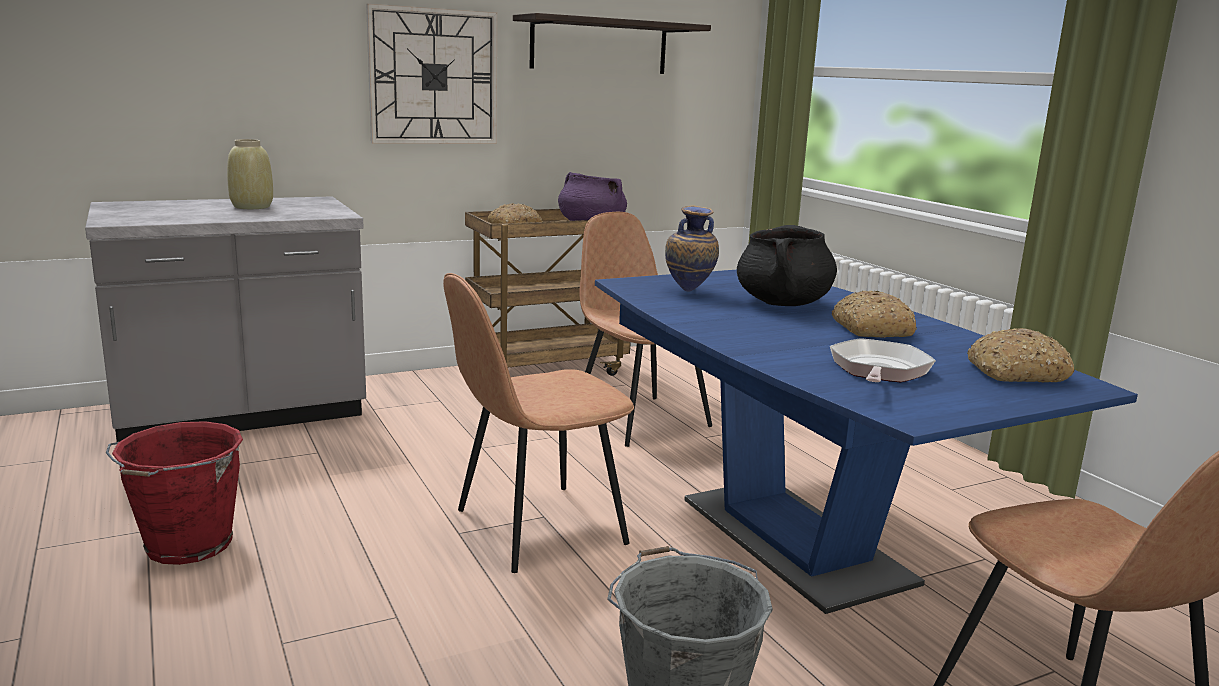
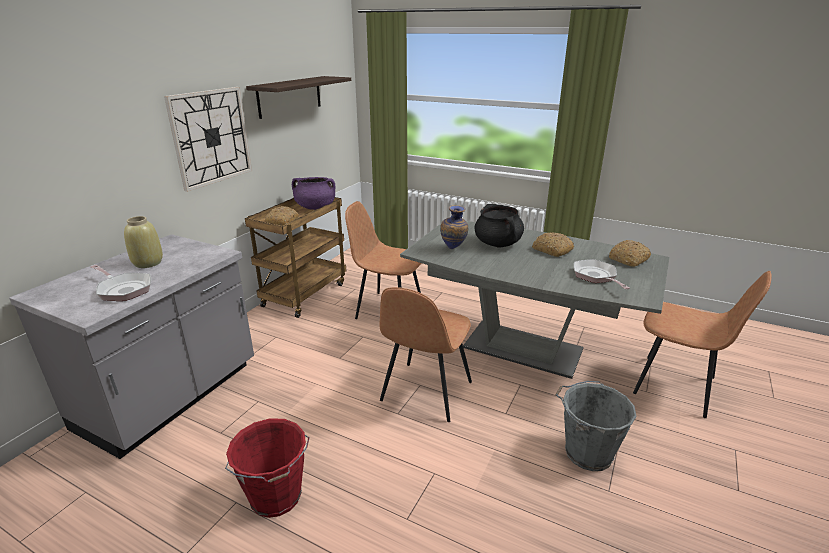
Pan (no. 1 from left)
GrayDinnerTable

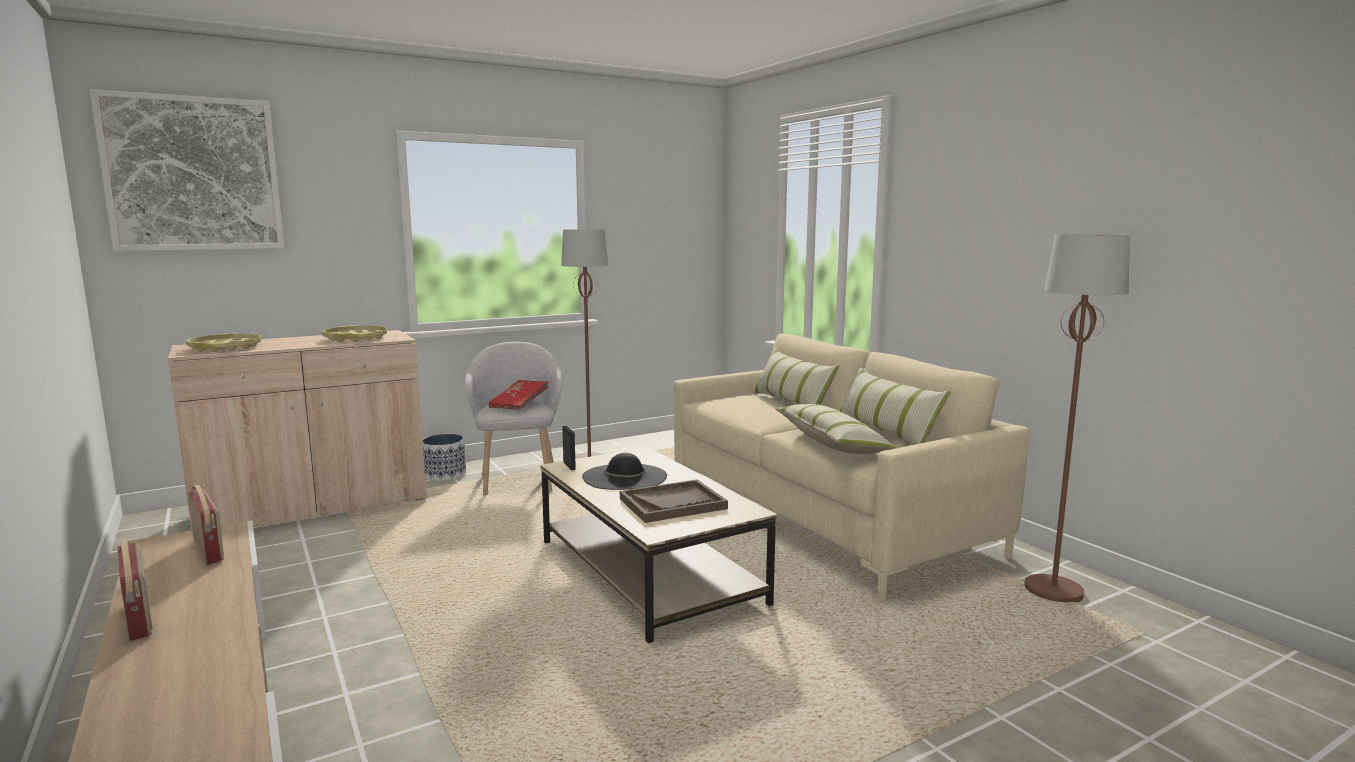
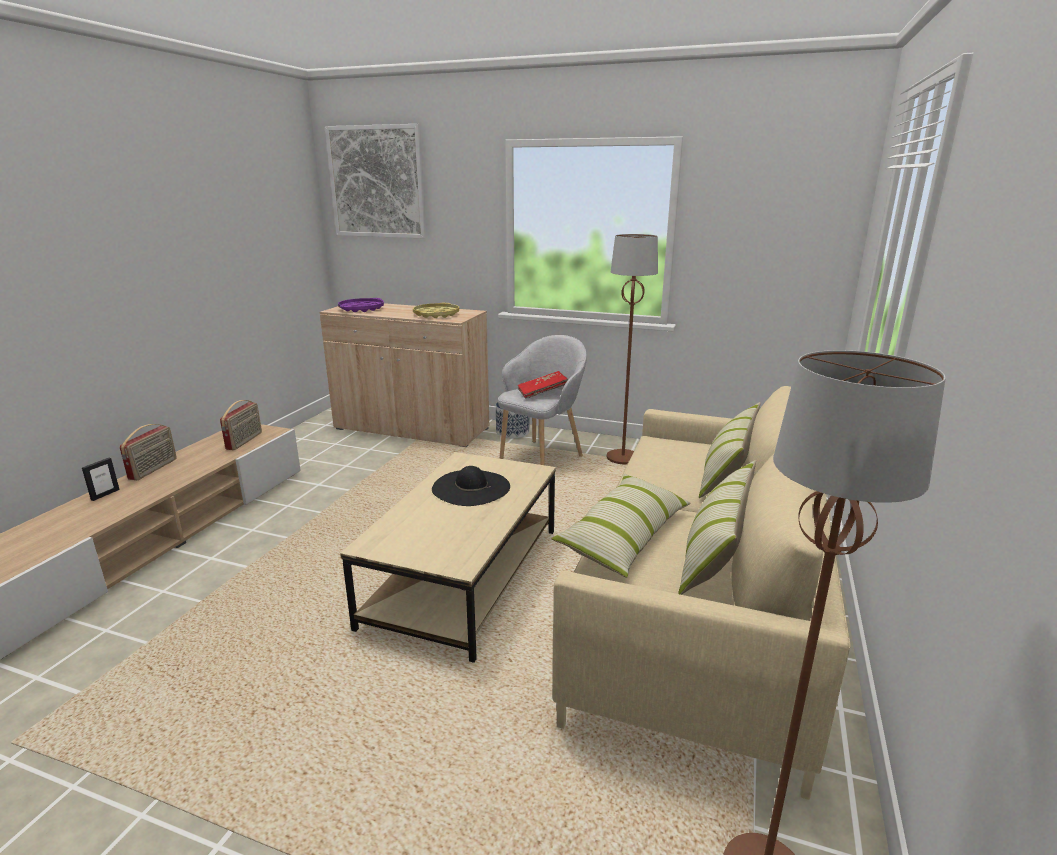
BrownishTray
PhotoFrame
PurpleTray

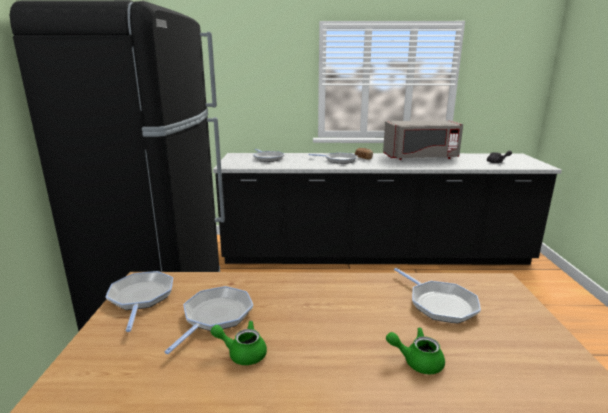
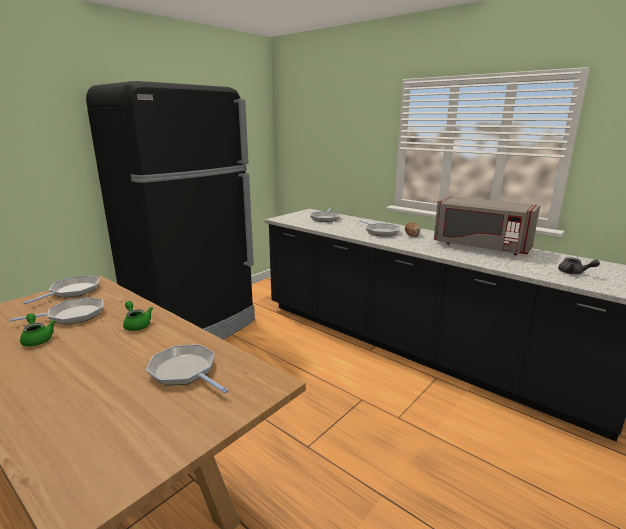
GreenColouredPotForTea (no. 2 from left)
Pan (no. 3 from left)

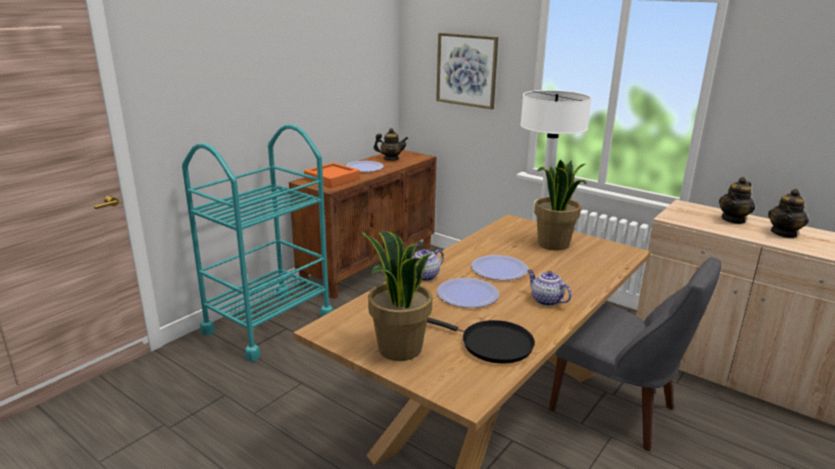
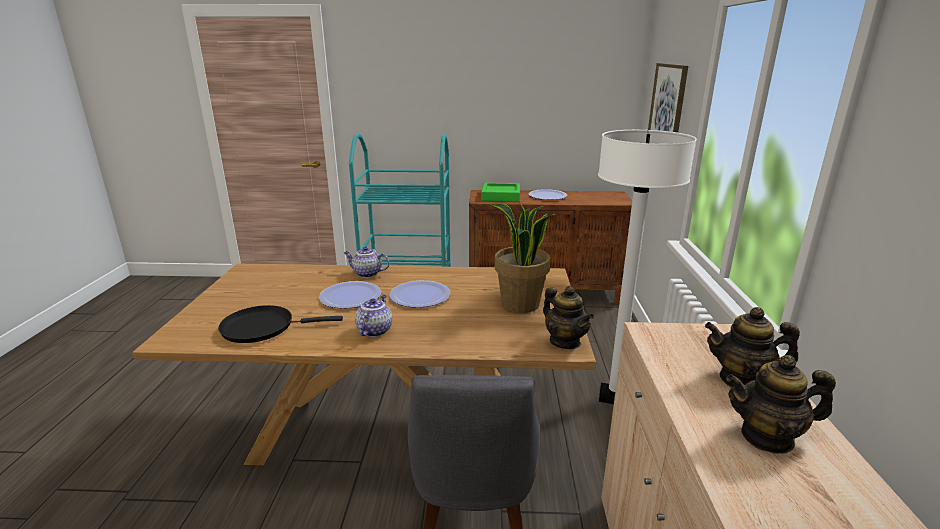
PottedPlant (no. 1 from left in the first image)
PotForTea (no. 3 from left)
GreenColouredTray
BlackColouredPan

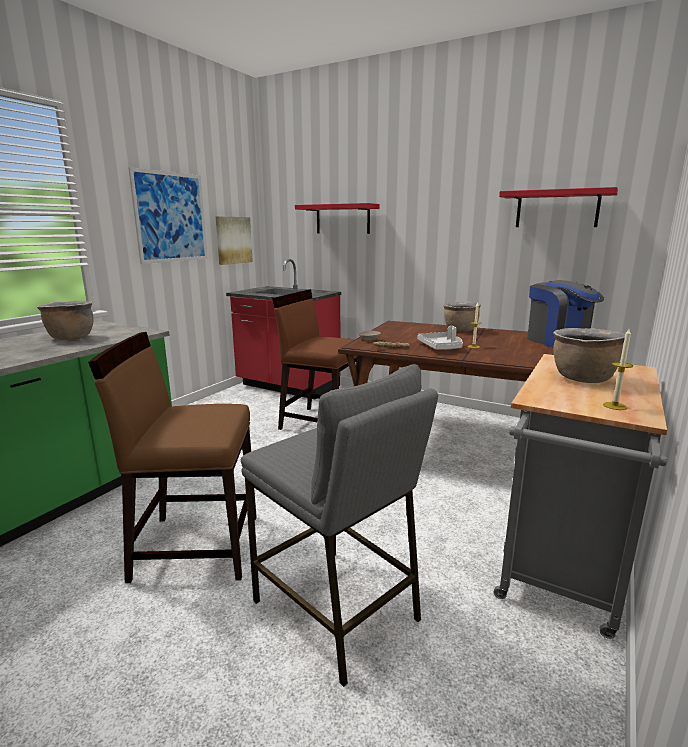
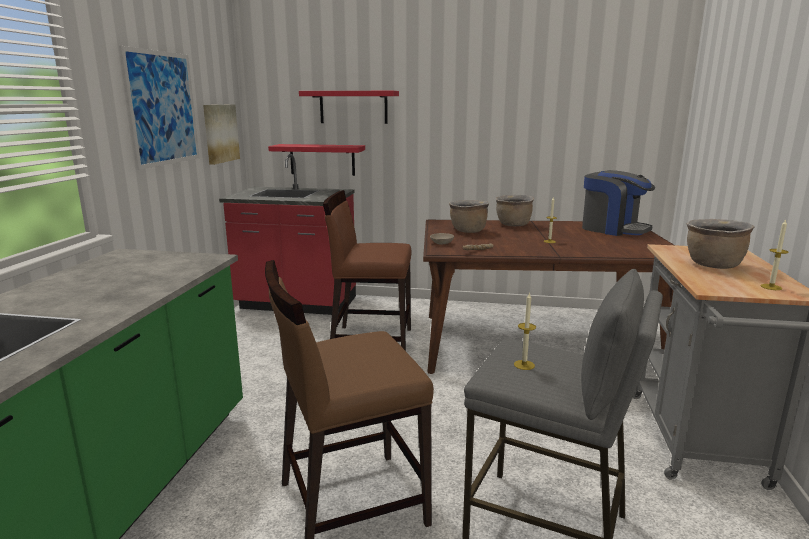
GrayTray
WaxCandle (no. 1 from left)
BrownishSaucepot (no. 1 from left)
ReddishWallShelf (no. 1 from left)

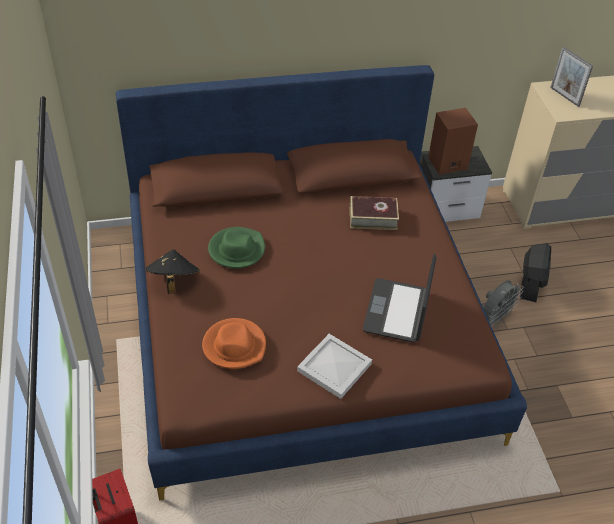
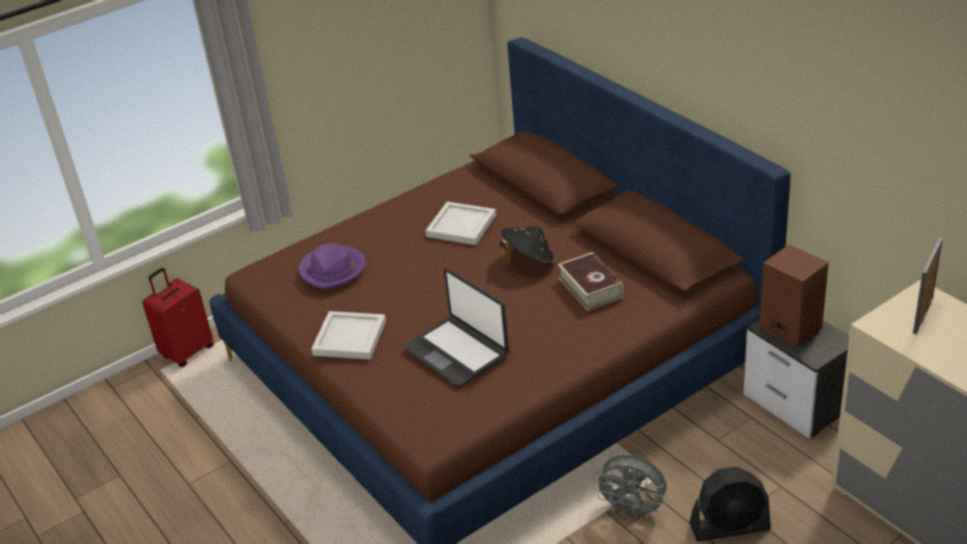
BlackColouredHat
WhitishTray (no. 2 from left)
PurpleHat
PortableComputer

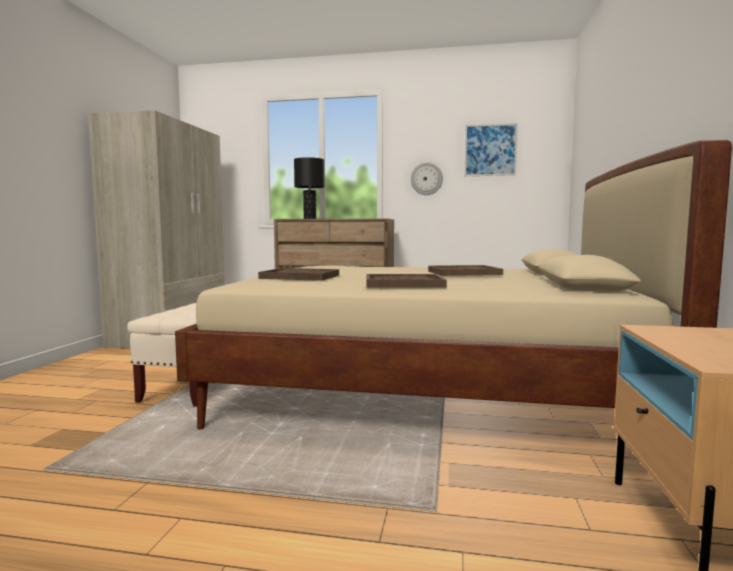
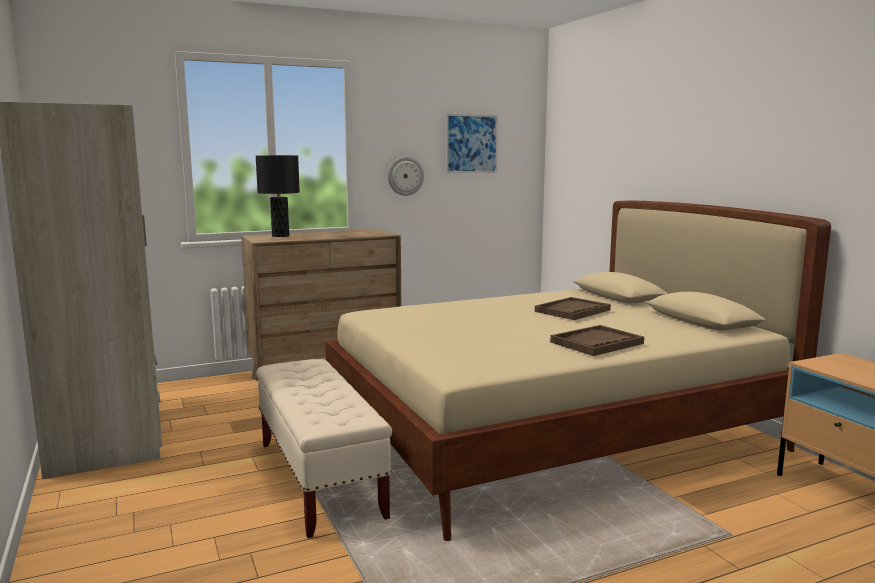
BrownishTray (no. 1 from left in the first image)

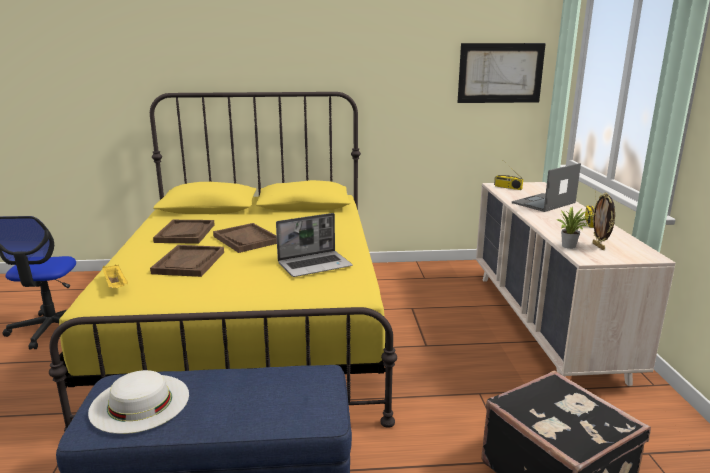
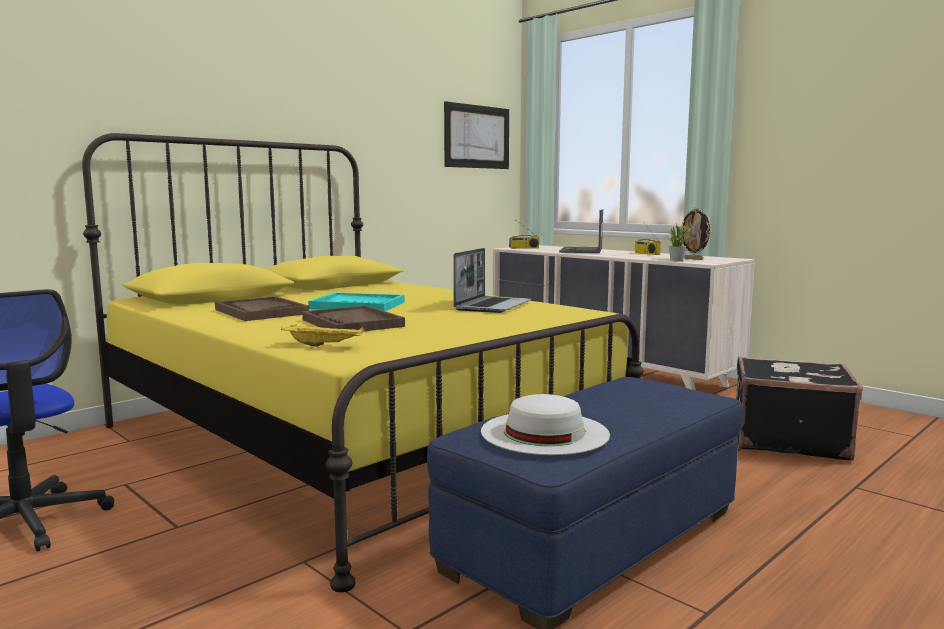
TurquoiseTray

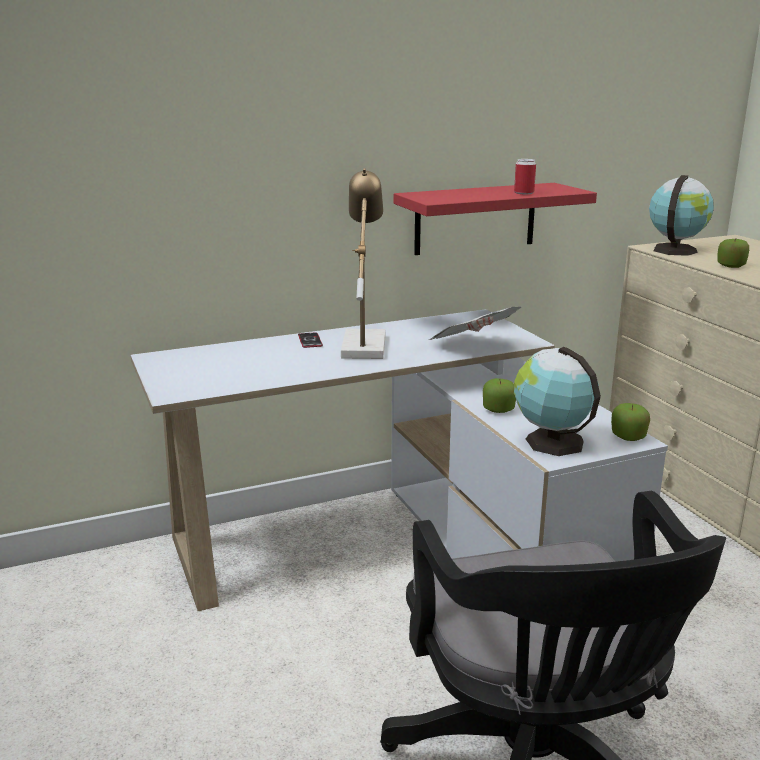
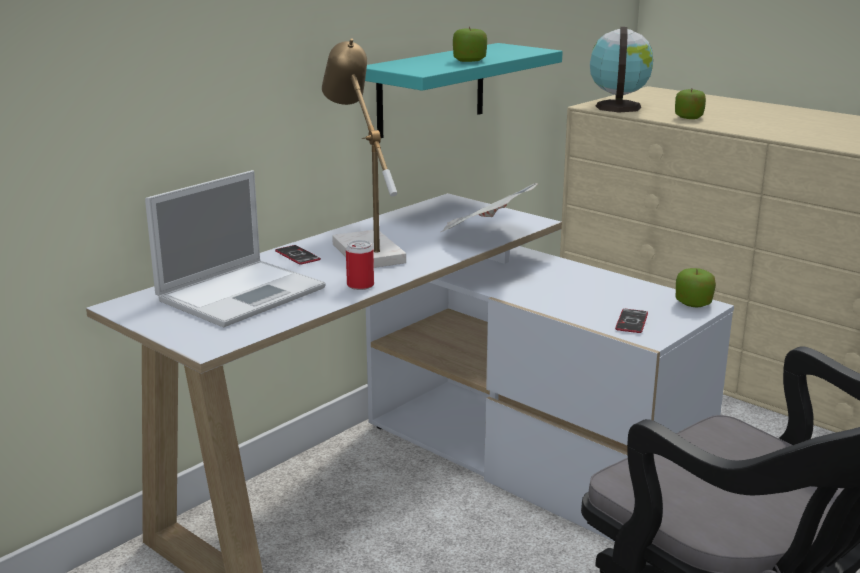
PortableComputer
WholeApple (no. 1 from left)
Can
Handset (no. 2 from left)
TurquoiseWallShelf

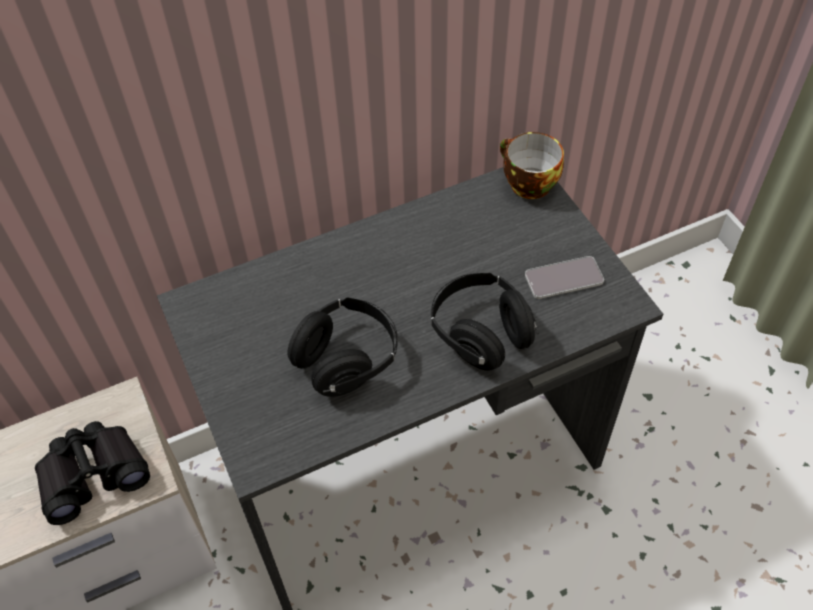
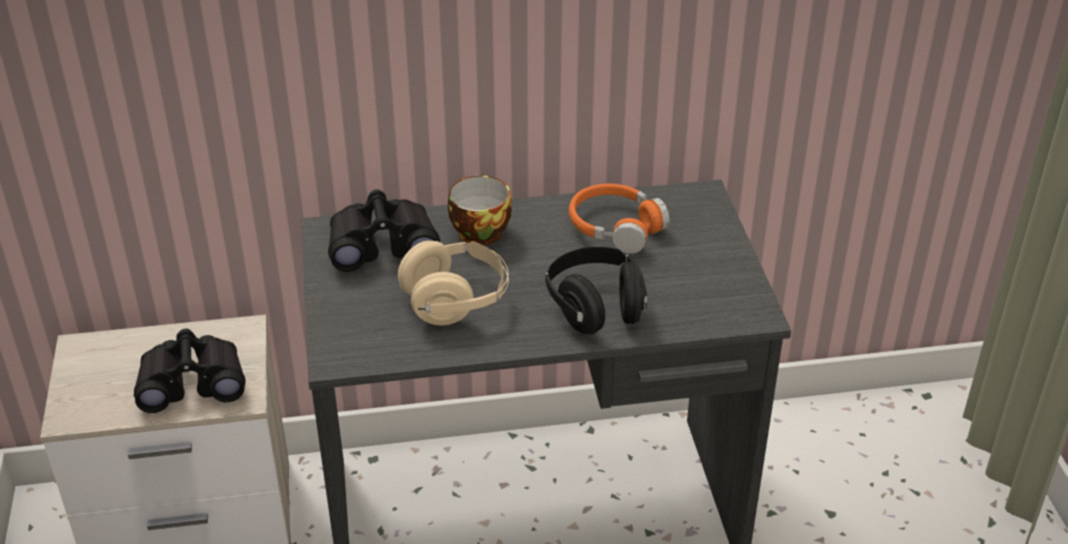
Handset
BlackColouredPairOfBinoculars (no. 2 from left)
OrangePairOfHeadphones
SmallCup
SandColouredPairOfHeadphones

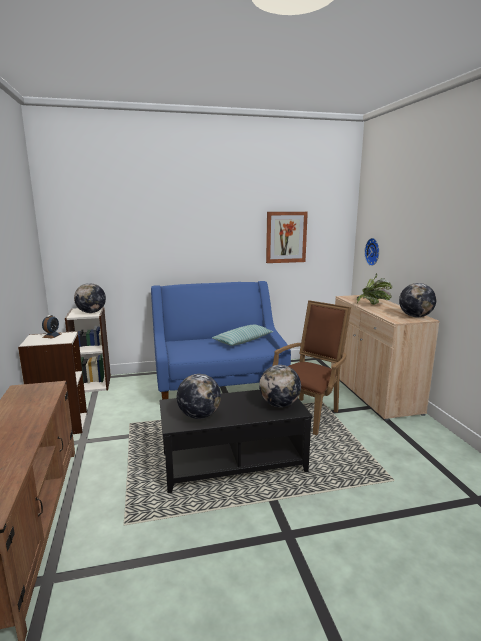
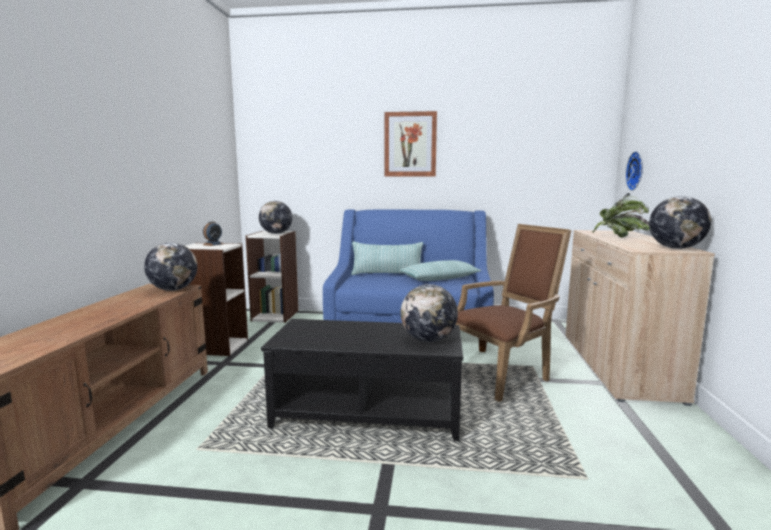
Pillow (no. 1 from left)
WorldGlobe (no. 1 from left)
WallArt

